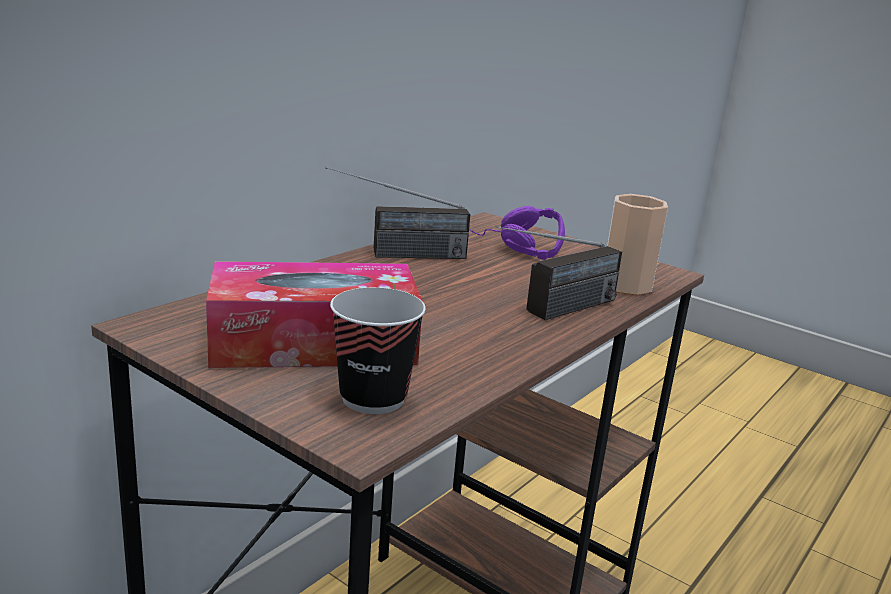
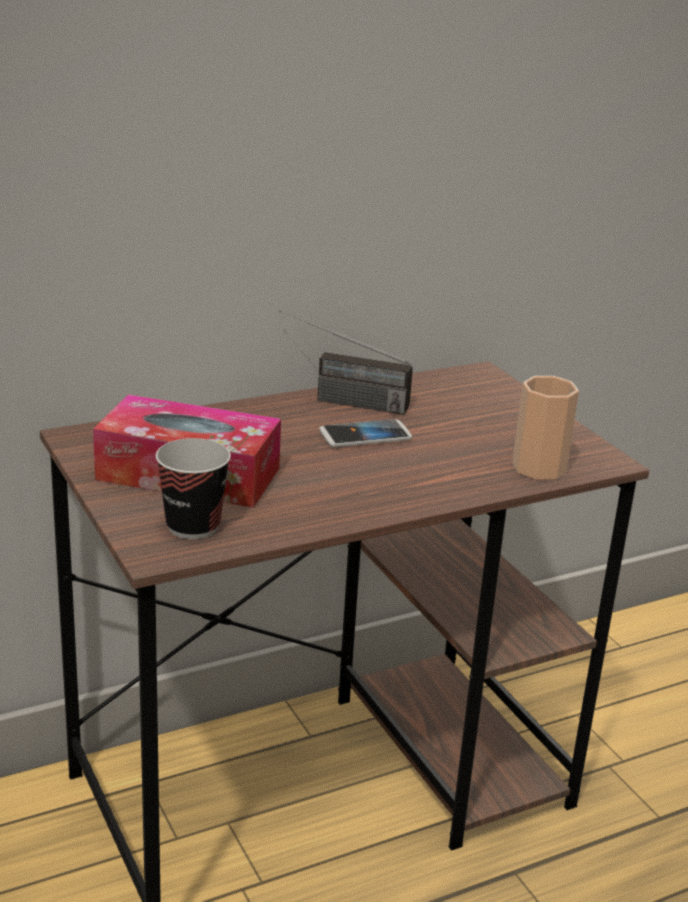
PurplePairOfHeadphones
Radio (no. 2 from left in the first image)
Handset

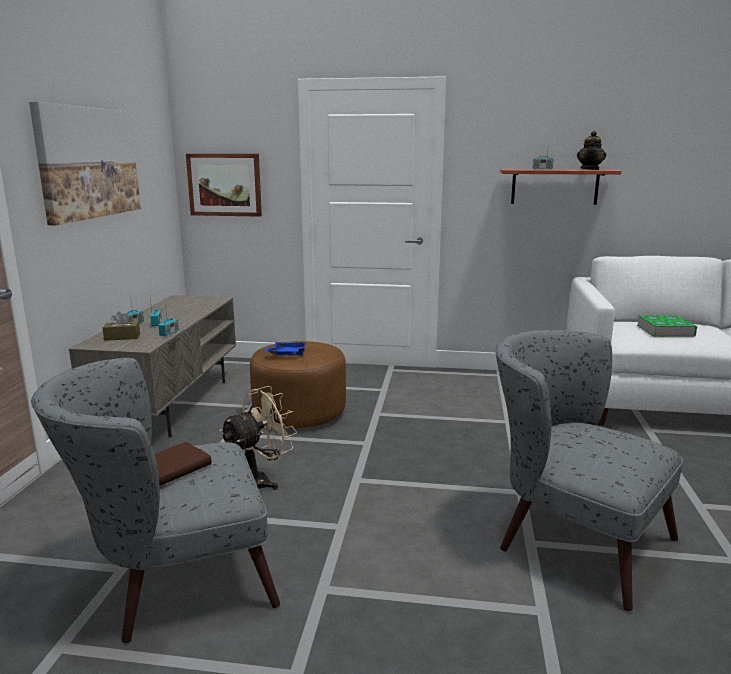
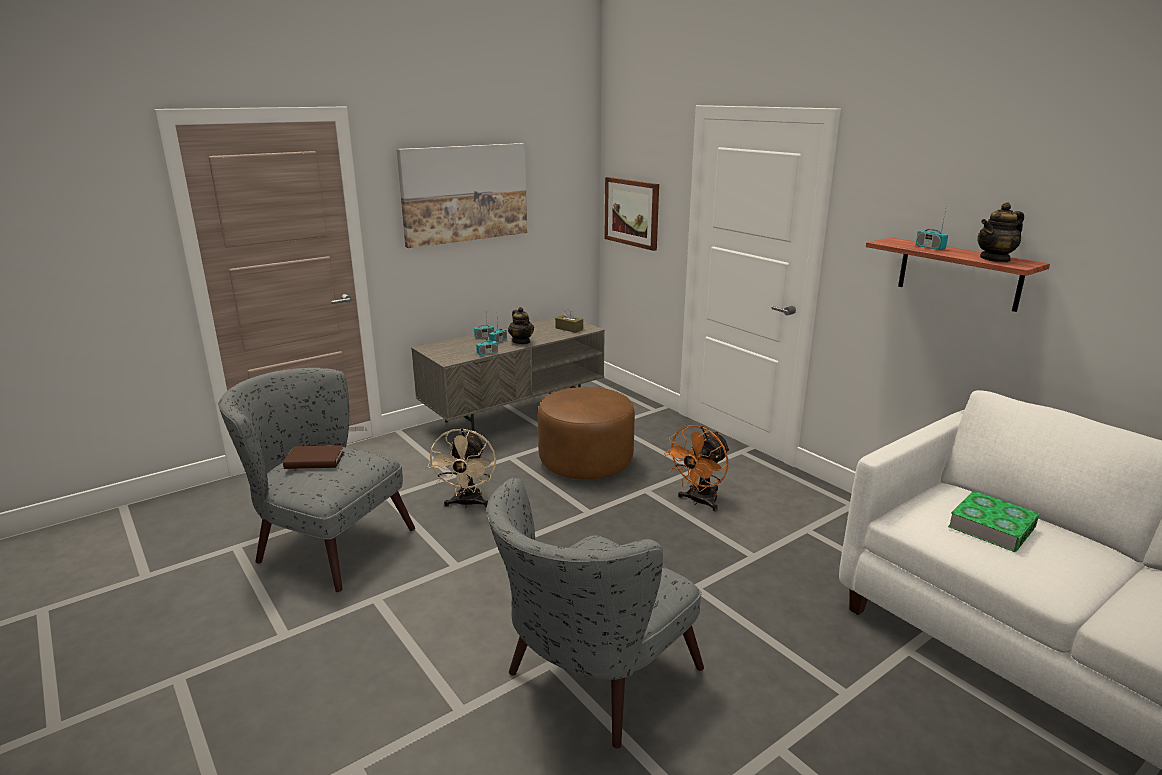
BlueColouredTray
PotForTea (no. 1 from left)
OrangeCoolingFan
BrownishTissueBox
SandColouredCoolingFan
GrayArmchair (no. 2 from left)

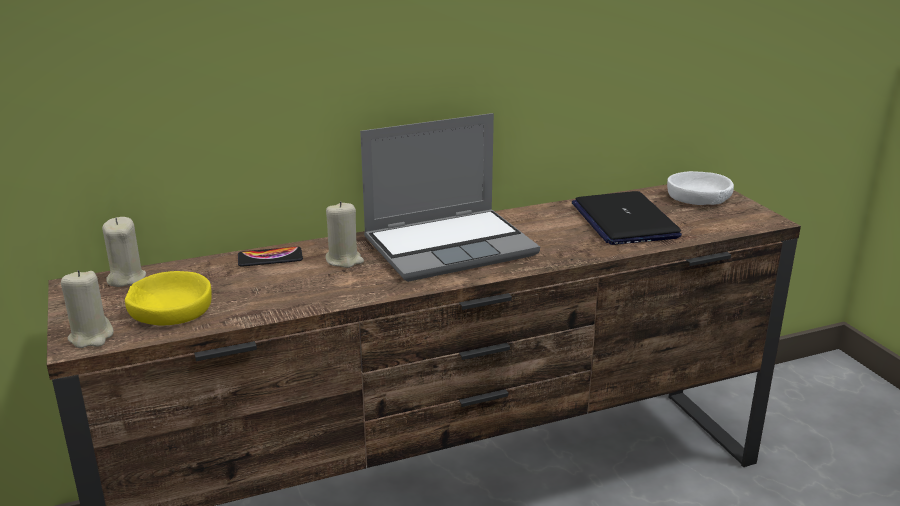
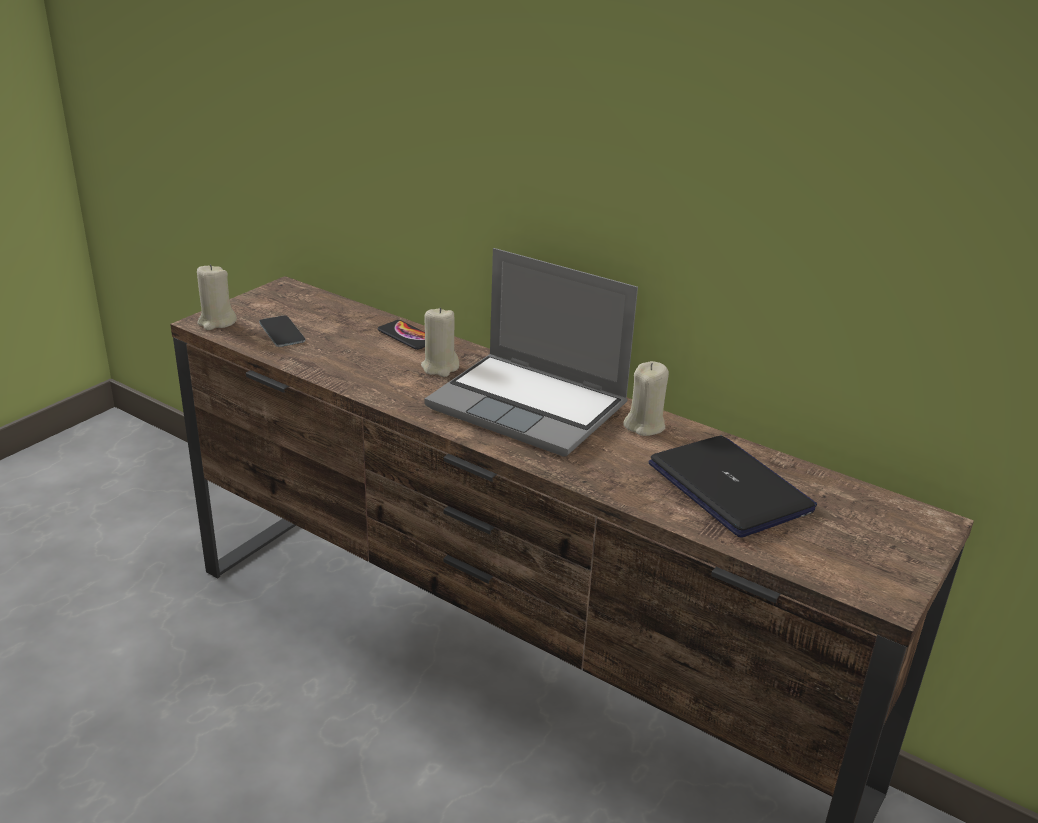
WhitishServingBowl
SandColouredWaxCandle (no. 3 from left)
Handset (no. 1 from left)
PortableComputer (no. 2 from left)

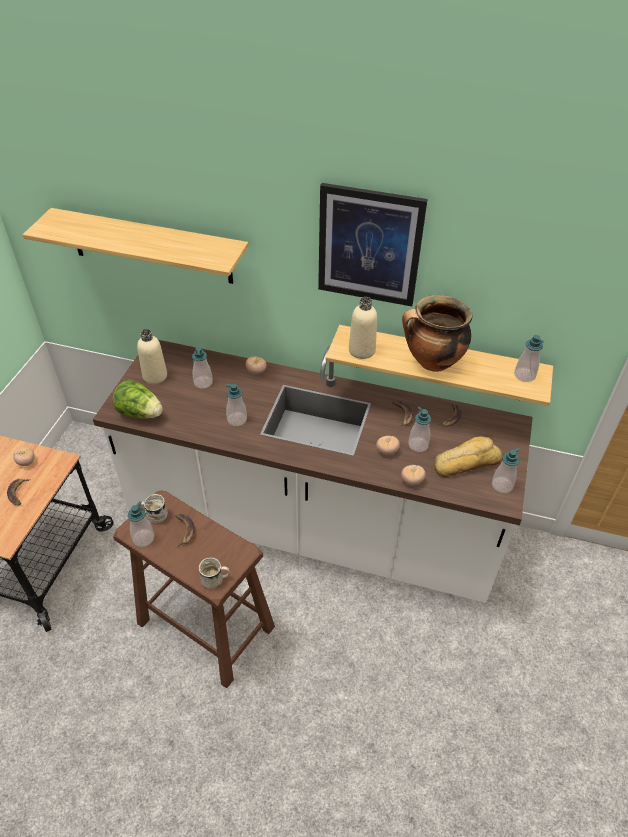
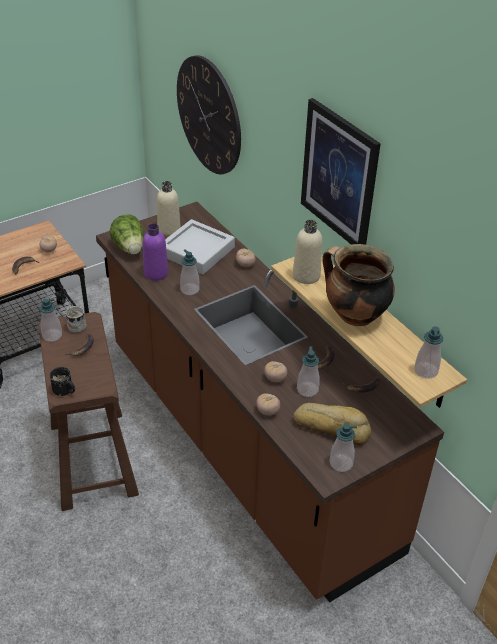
PurpleBottle
ClockOnTheWall
GrayTray
BrownishKitchenBaseUnit
BlackColouredMug

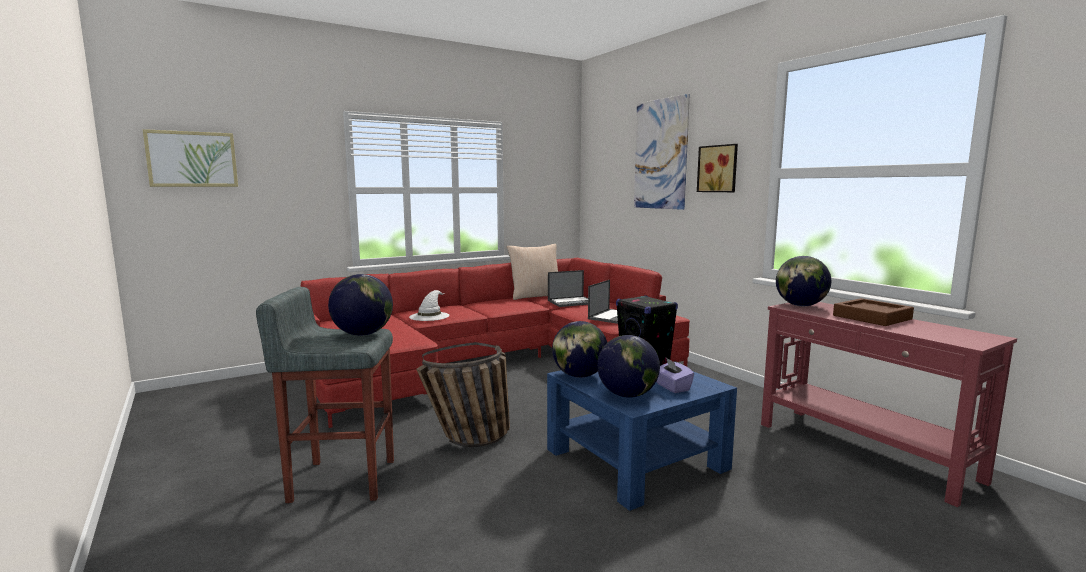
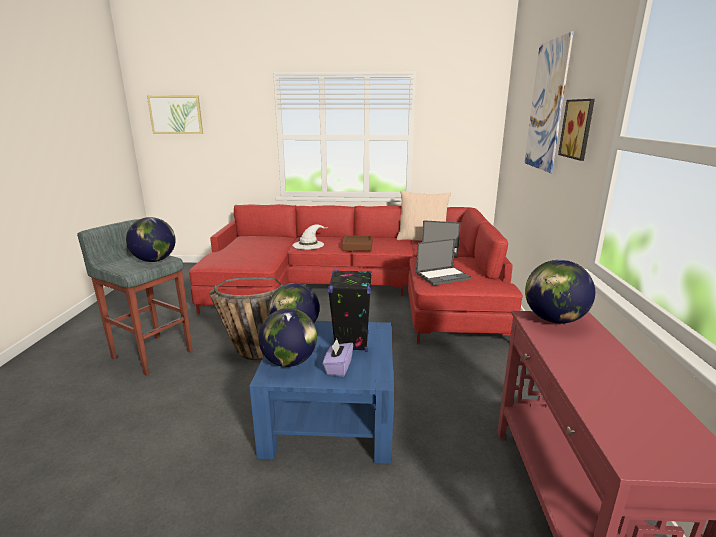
BrownishTray

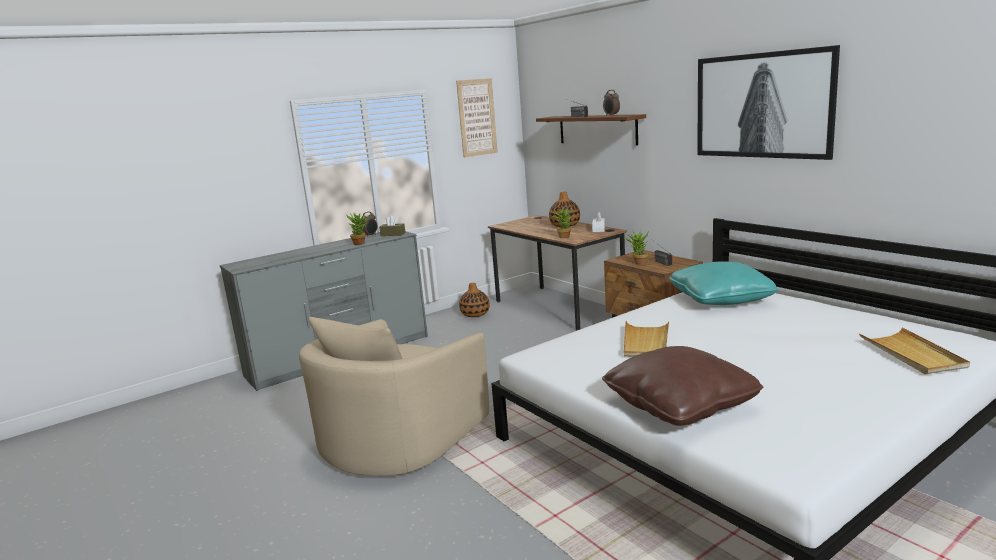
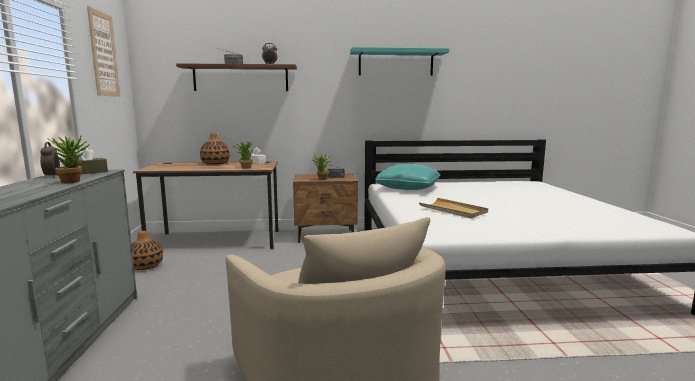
BrownishPillow
SandColouredTray (no. 2 from left in the first image)
TurquoiseWallShelf

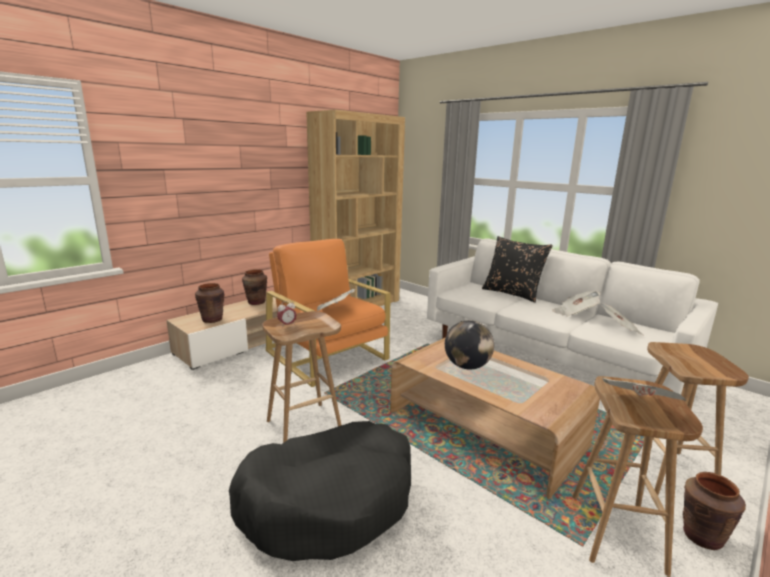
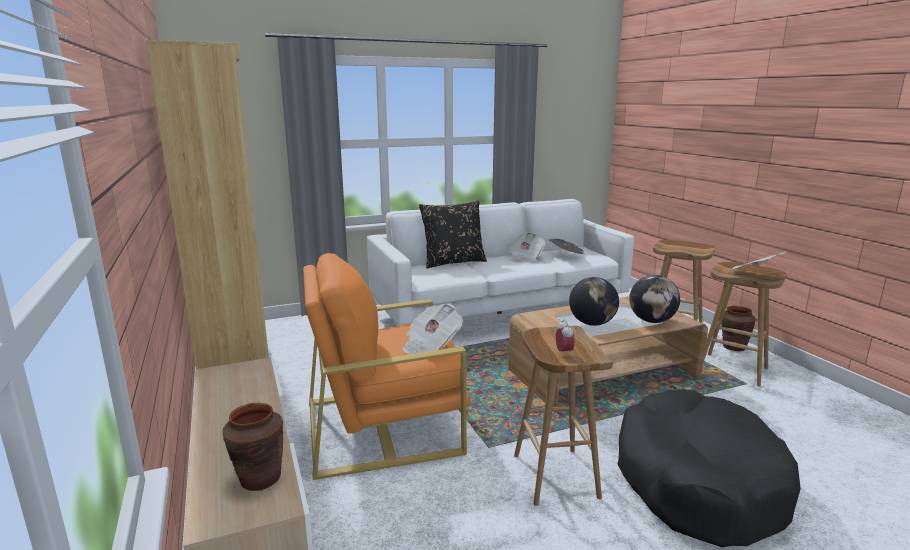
BrownishFlowerVase (no. 2 from left in the first image)
WorldGlobe (no. 2 from left)

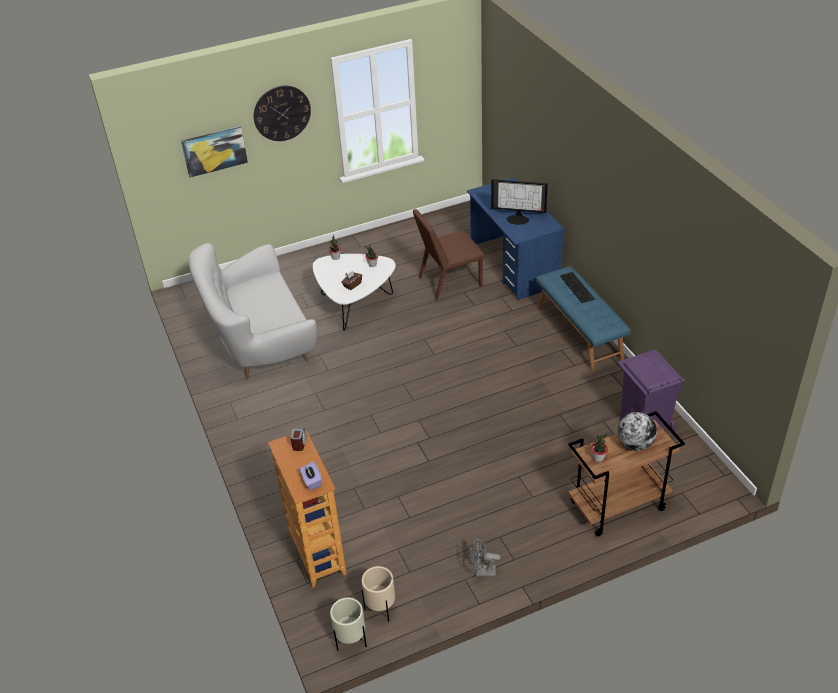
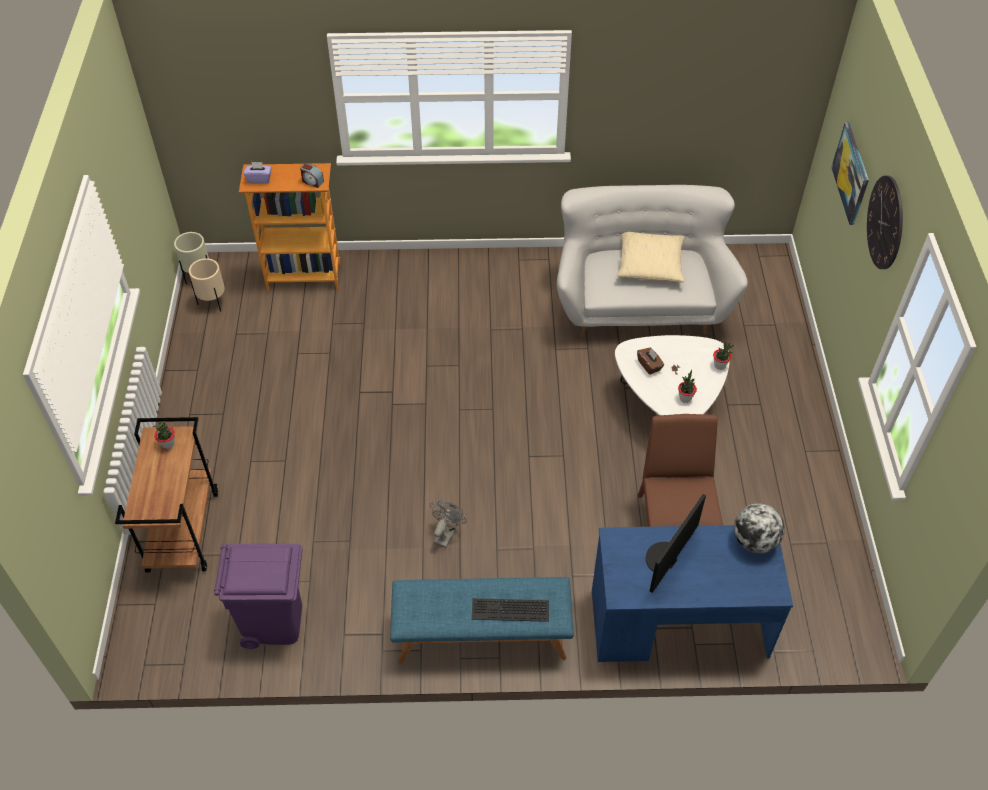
SandColouredPillow
GrayCoolingFan
WorldGlobe

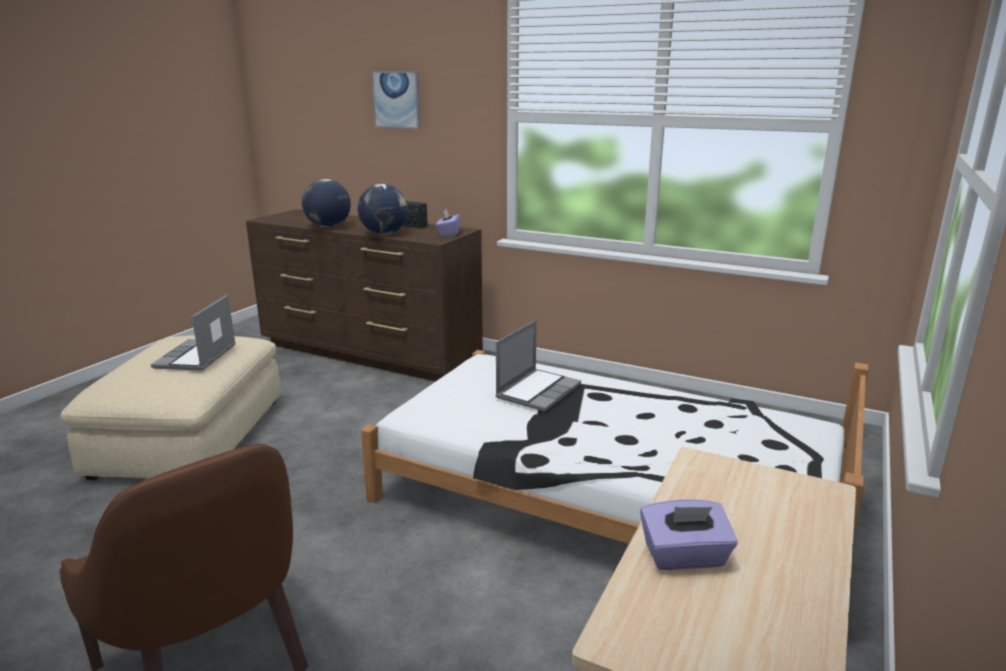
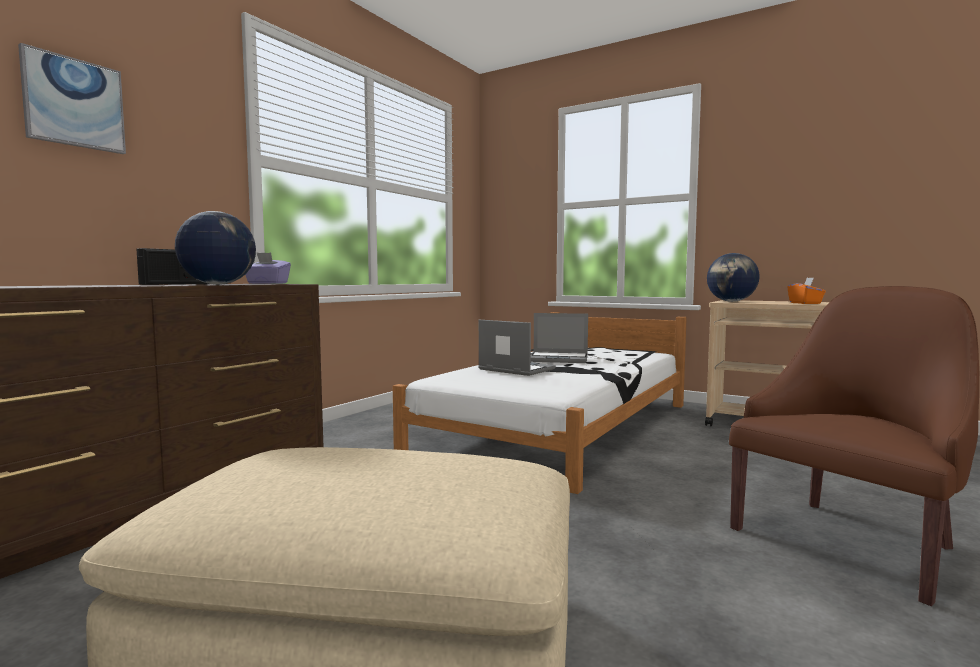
PortableComputer (no. 2 from left)
WorldGlobe (no. 2 from left)
OrangeTissueBox

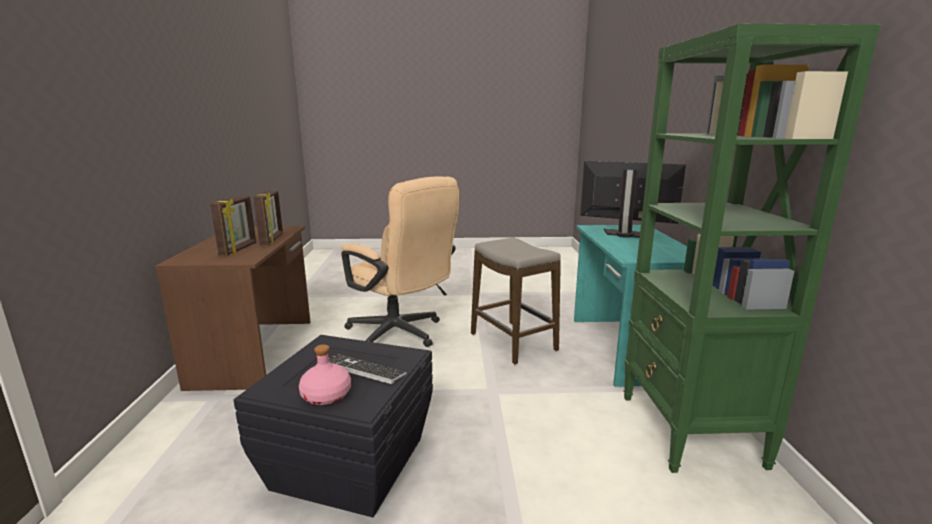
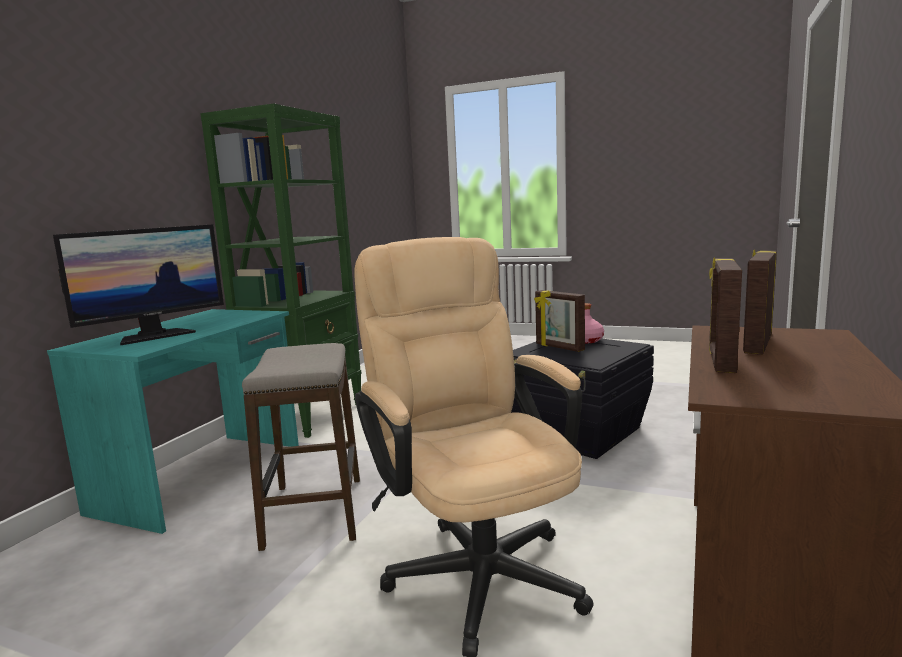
PhotoFrame (no. 1 from left)
ComputerScreen

